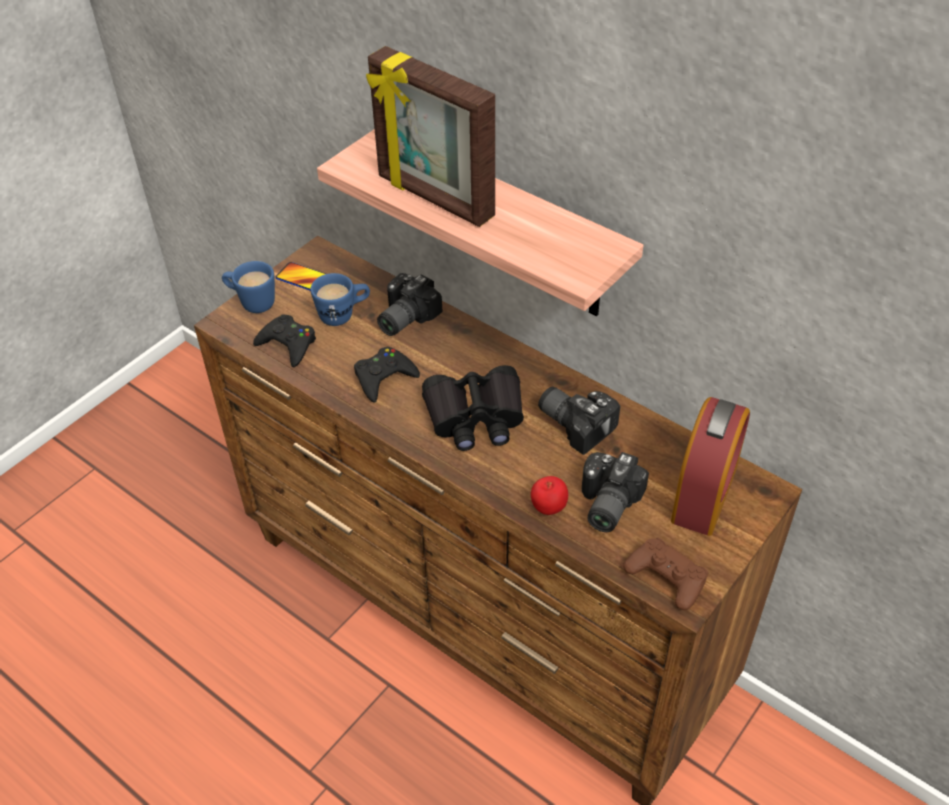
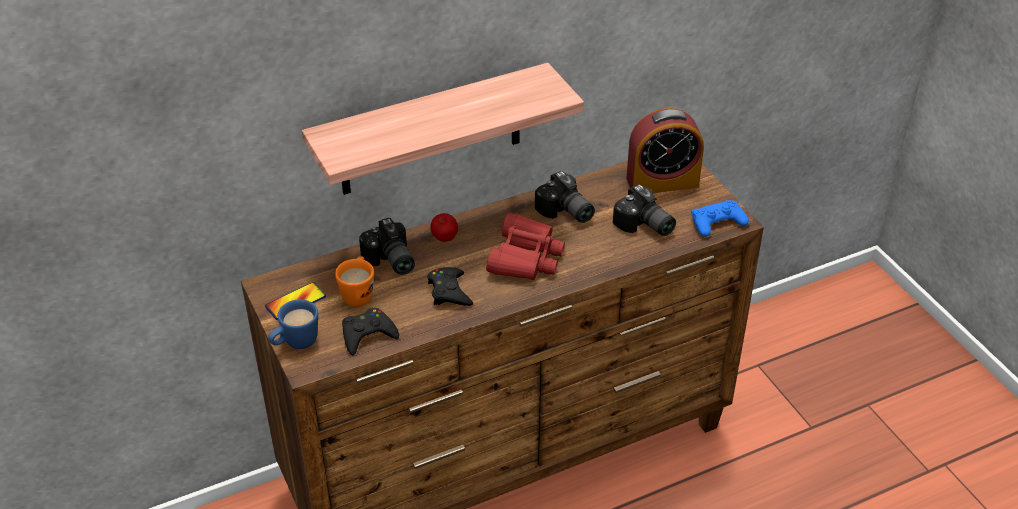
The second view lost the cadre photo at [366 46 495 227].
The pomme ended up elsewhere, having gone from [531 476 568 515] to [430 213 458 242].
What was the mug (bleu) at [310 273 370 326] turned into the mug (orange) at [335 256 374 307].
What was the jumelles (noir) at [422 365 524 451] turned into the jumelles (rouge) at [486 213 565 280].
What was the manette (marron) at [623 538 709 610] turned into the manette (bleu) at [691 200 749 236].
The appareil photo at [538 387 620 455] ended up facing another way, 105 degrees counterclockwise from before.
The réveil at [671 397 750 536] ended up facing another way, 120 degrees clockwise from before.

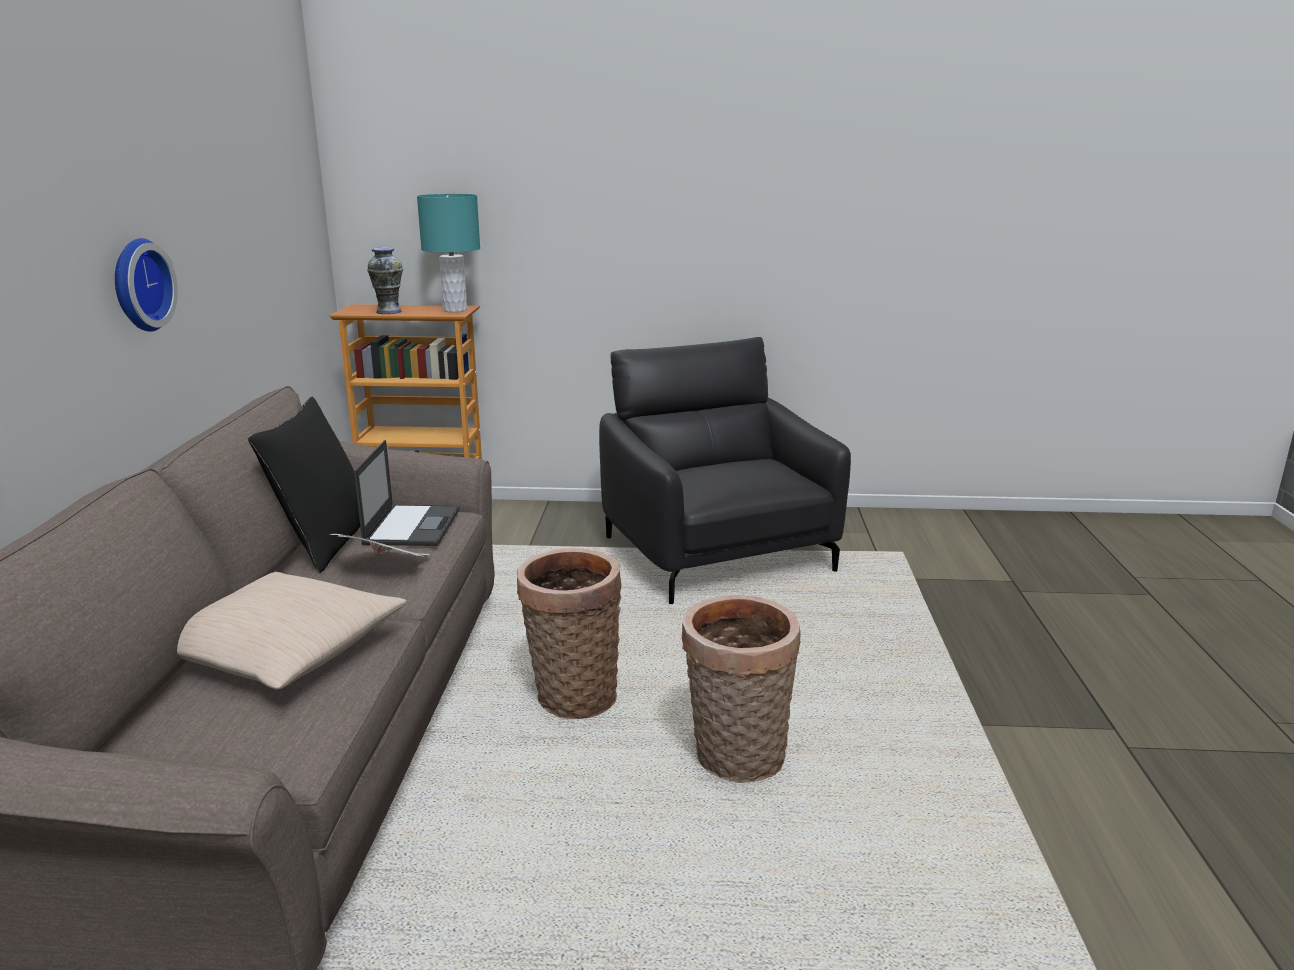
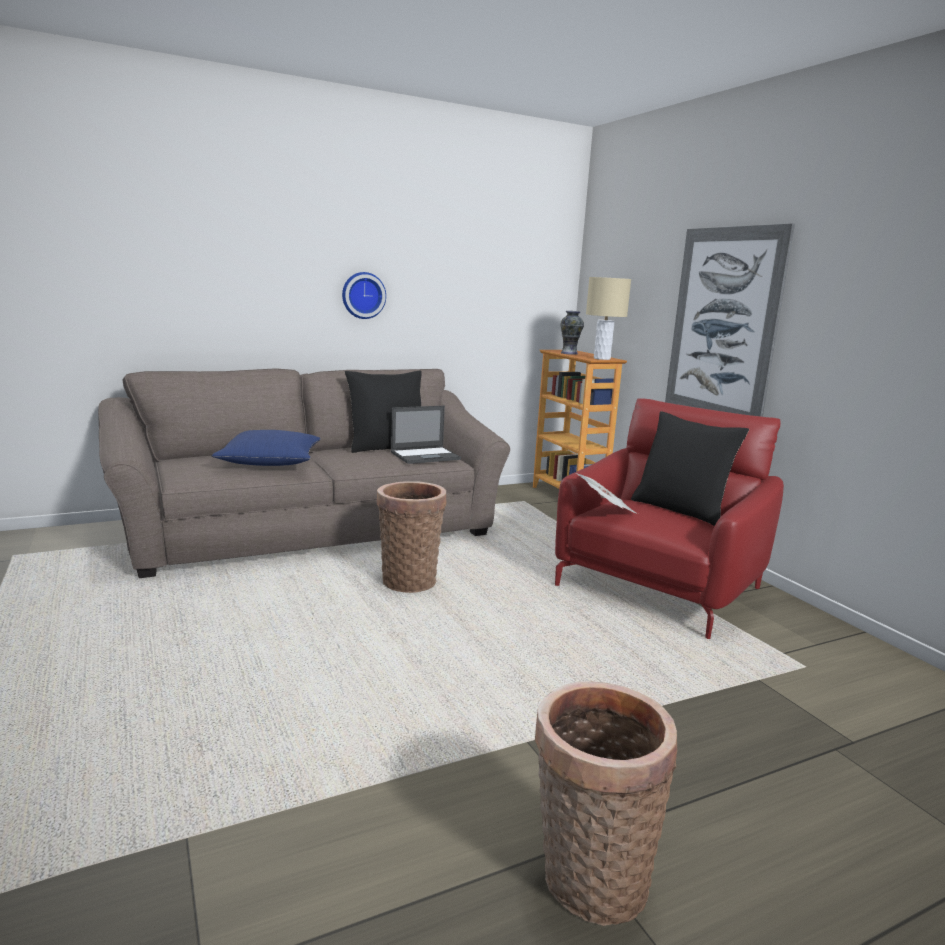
The second view gained the coussin (noir) at [631 411 749 526].
The second view gained the tableau at [665 223 795 417].
The journal ended up elsewhere, having gone from [330 534 430 557] to [576 473 638 514].
The panier ended up elsewhere, having gone from [682 595 801 783] to [535 682 677 926].
What was the coussin (beige) at [177 572 407 689] turned into the coussin (bleu) at [212 430 321 466].
What was the lampe de table (turquoise) at [417 194 480 312] turned into the lampe de table (beige) at [586 277 631 360].
What was the fauteuil (noir) at [599 337 851 604] turned into the fauteuil (rouge) at [555 398 784 639].

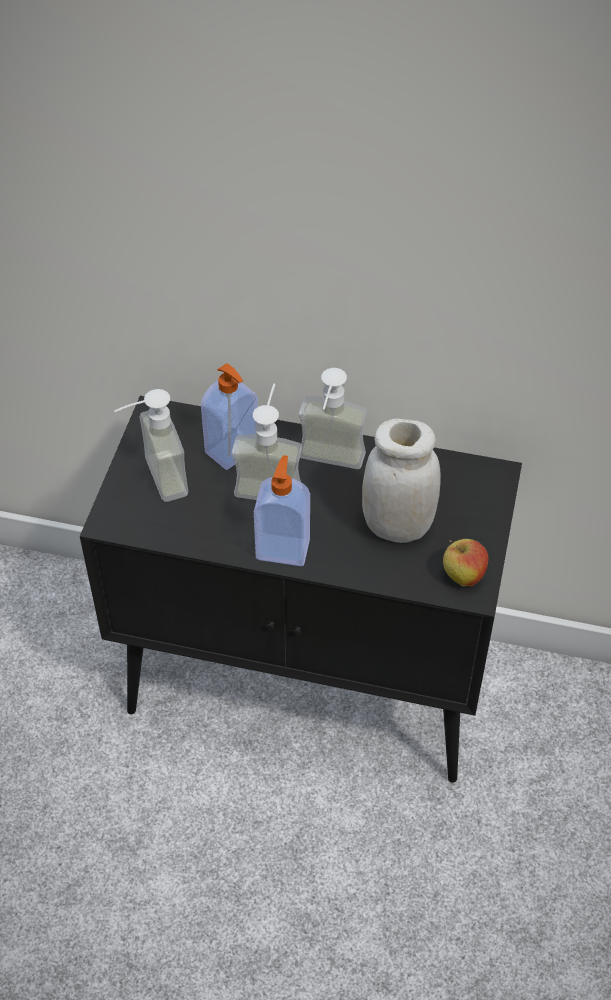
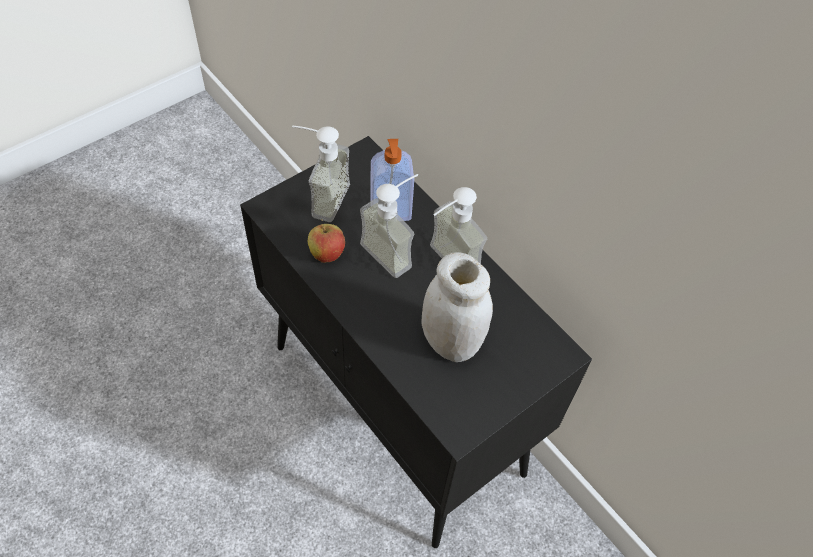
The second view lost the distributeur de savon at [254 455 310 566].
The pomme ended up elsewhere, having gone from [443 539 488 587] to [307 219 345 263].

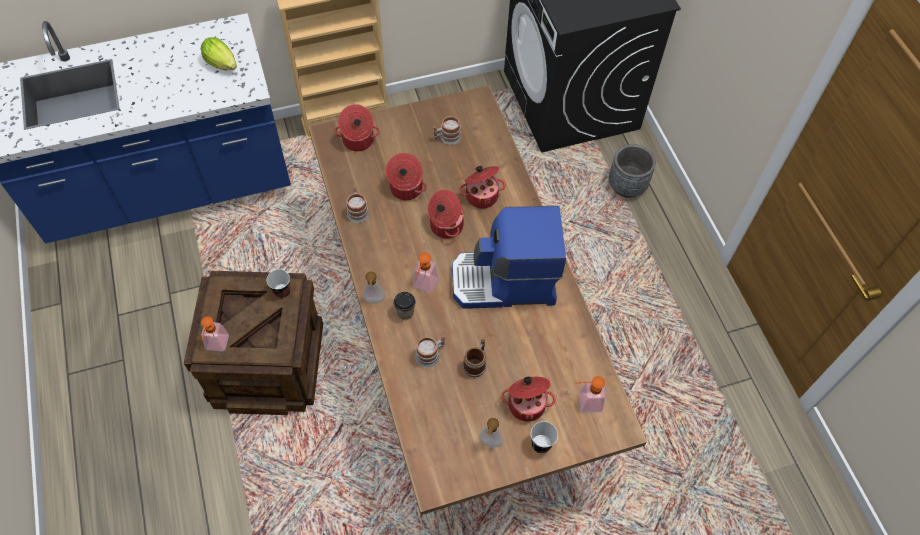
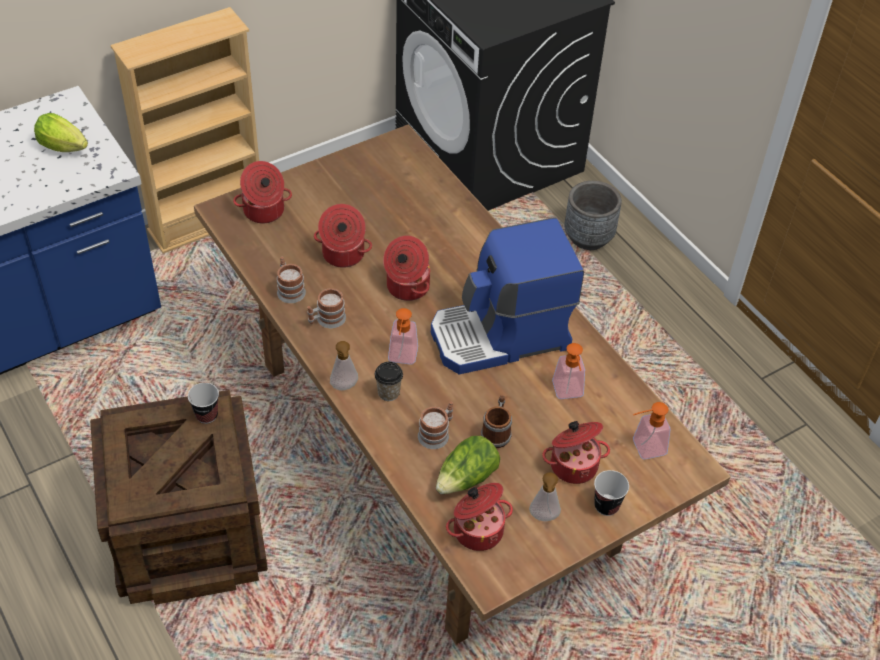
The second view gained the laitue at [436 436 500 494].
The distributeur de savon ended up elsewhere, having gone from [201 316 229 352] to [552 343 585 399].
The mug ended up elsewhere, having gone from [433 116 461 145] to [307 288 346 328].
The marmite ended up elsewhere, having gone from [459 166 505 208] to [446 483 513 551].

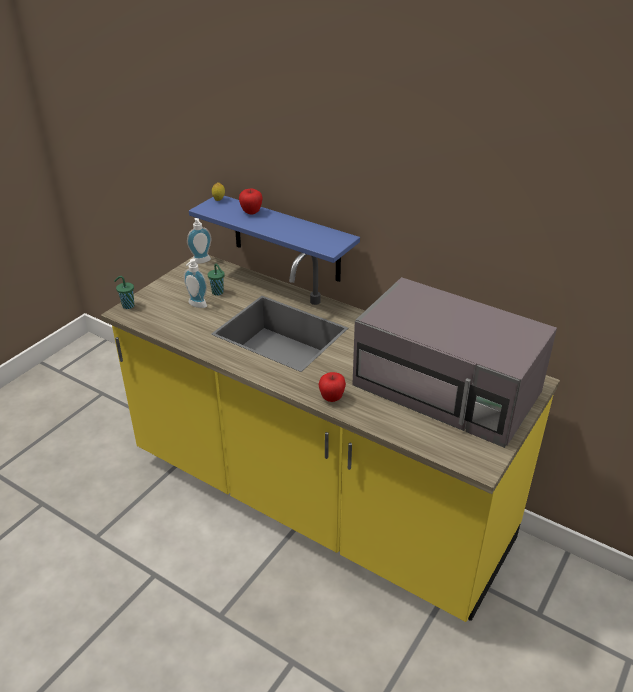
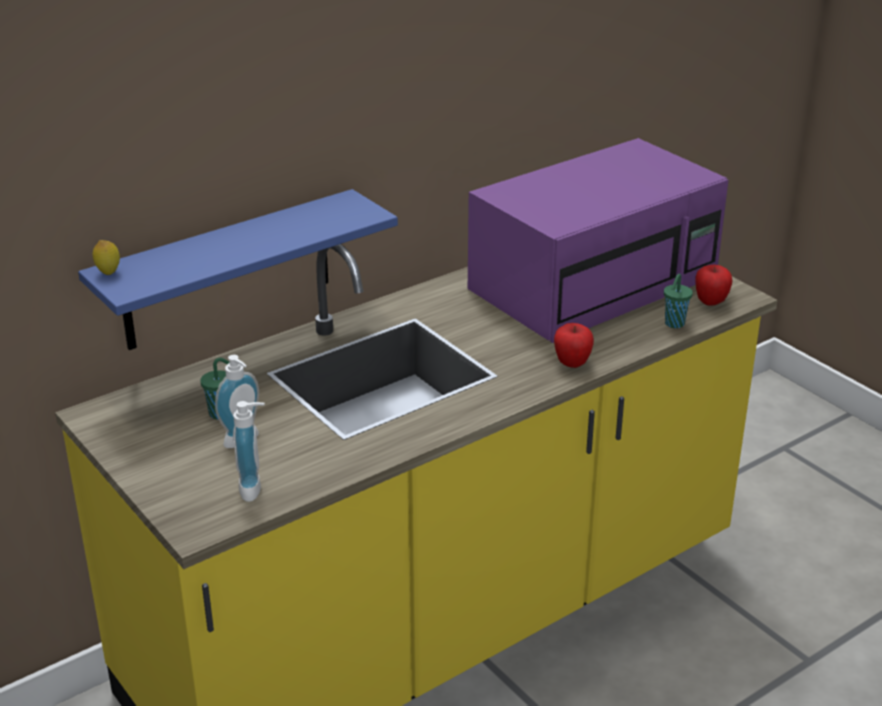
The tasse (vert) ended up elsewhere, having gone from [114 276 134 309] to [664 274 693 328].
The distributeur de savon ended up elsewhere, having gone from [187 218 211 264] to [233 401 265 502].
The pomme ended up elsewhere, having gone from [239 188 263 214] to [695 265 732 306].
What was the micro-ondes (gris) at [352 277 557 448] turned into the micro-ondes (violet) at [468 138 729 343].

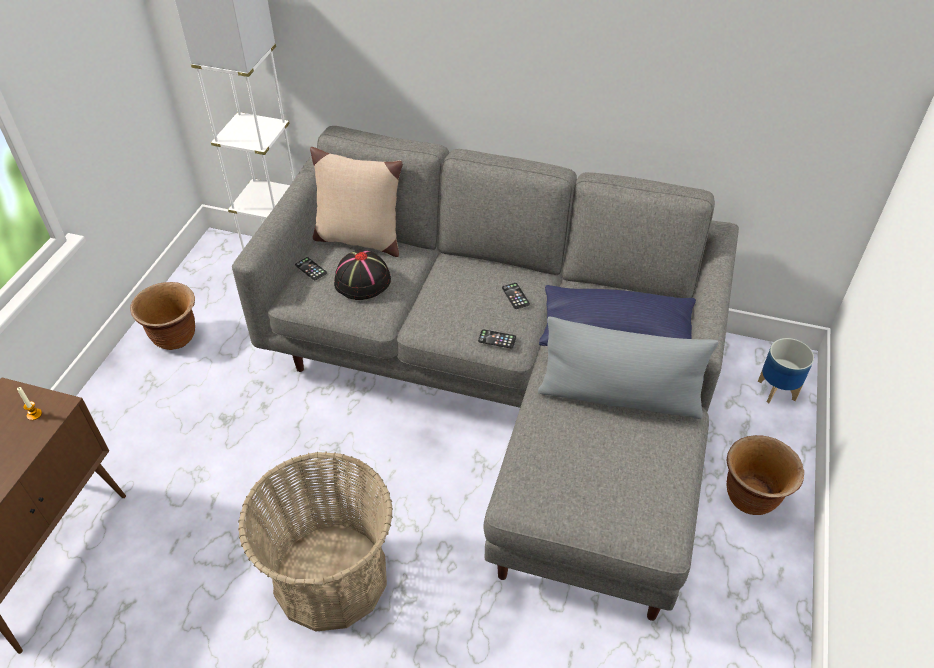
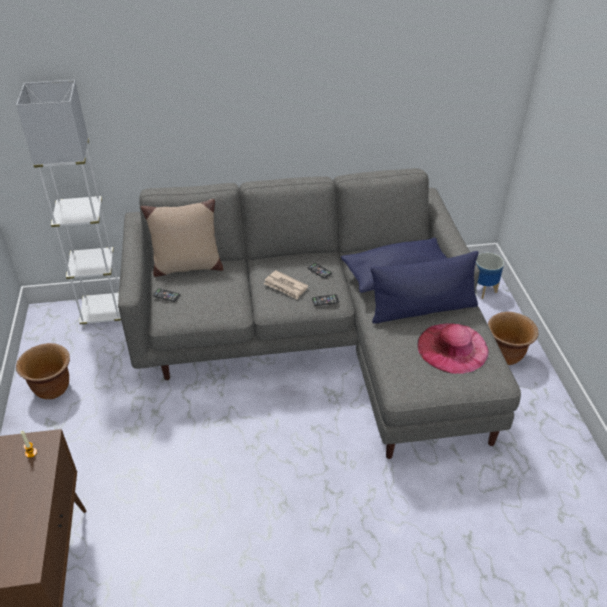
The second view lost the panier at [238 452 393 632].
The second view lost the chapeau (noir) at [334 250 391 300].
The second view gained the journal at [264 270 308 300].
The second view gained the chapeau (rose) at [417 323 489 374].
What was the coussin (gris) at [538 316 719 419] turned into the coussin (bleu) at [371 251 479 324].

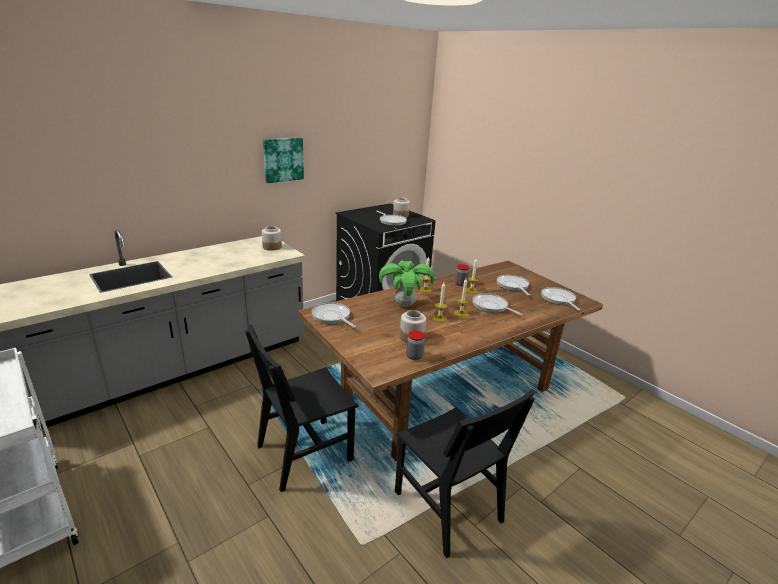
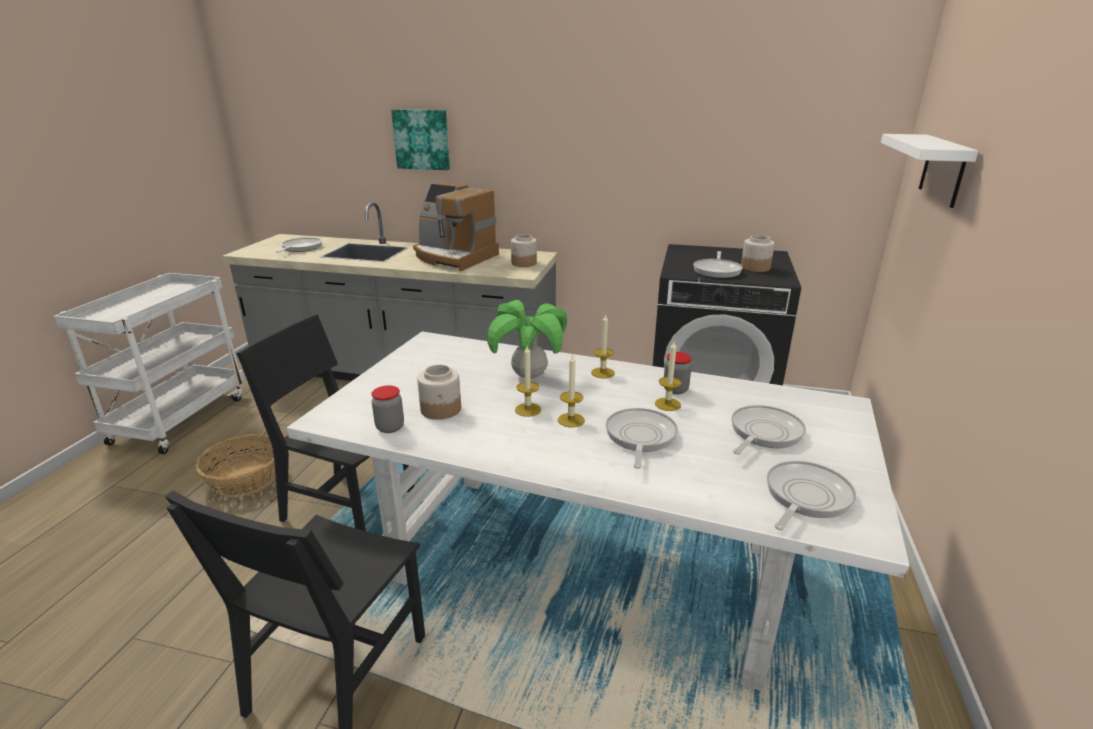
The second view gained the panier at [196 434 276 496].
The second view gained the machine à café at [413 183 499 271].
The second view gained the étagère (blanc) at [881 134 978 208].
The tableau ended up elsewhere, having gone from [263 138 304 183] to [391 109 450 170].
The poêle ended up elsewhere, having gone from [312 303 356 328] to [276 238 322 252].
What was the table à manger (marron) at [298 261 603 461] turned into the table à manger (blanc) at [287 331 910 691].

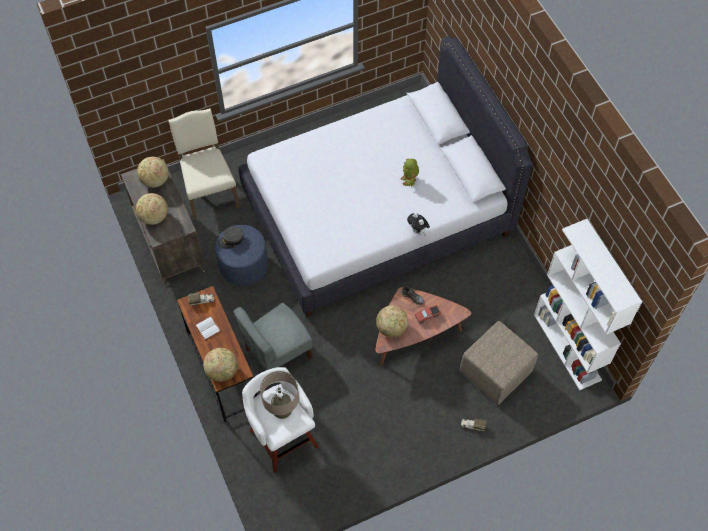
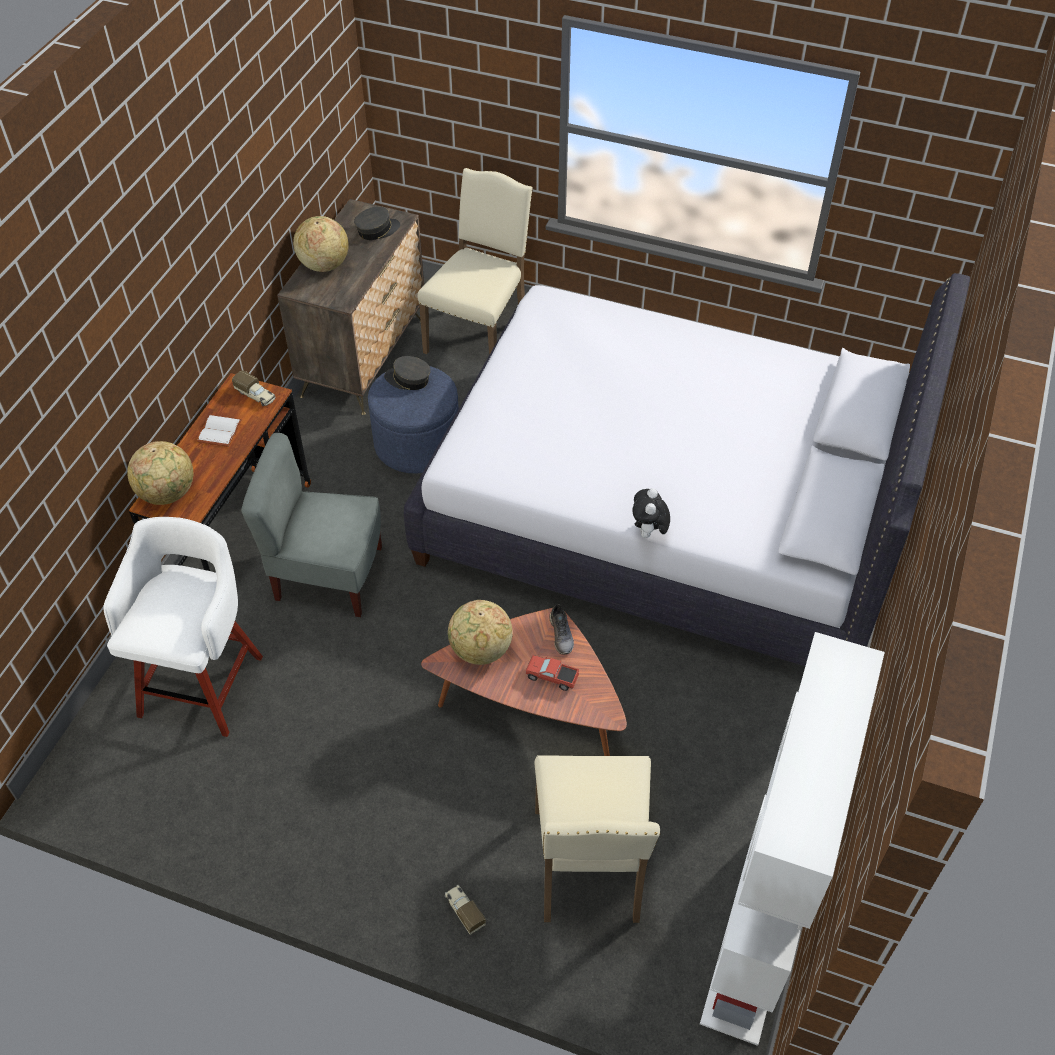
The second view lost the lampe de table (beige) at [260 371 299 419].
The second view lost the robot jouet at [400 158 419 187].
Where the globe stood at [137 157 169 188], the casquette (gris) came to stand at [354 206 400 240].
Where the pouf (beige) stood at [459 321 538 405], the chaise (beige) came to stand at [534 755 660 923].

